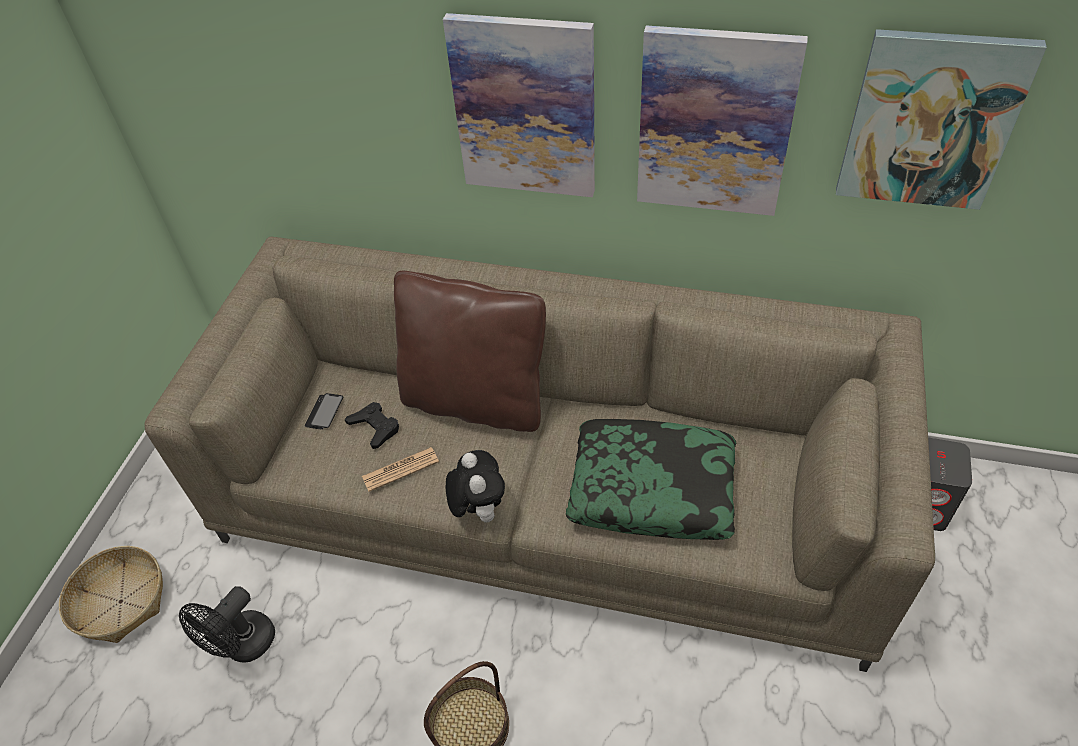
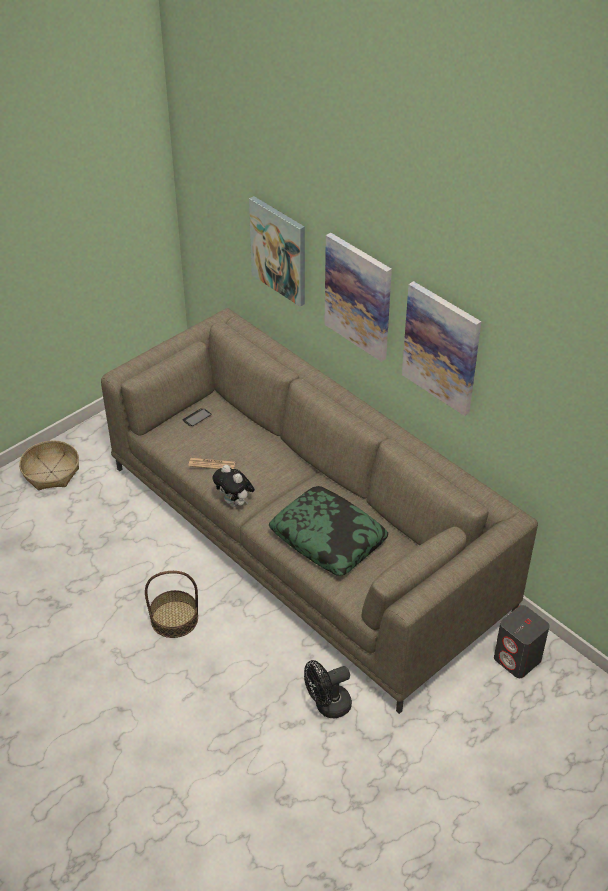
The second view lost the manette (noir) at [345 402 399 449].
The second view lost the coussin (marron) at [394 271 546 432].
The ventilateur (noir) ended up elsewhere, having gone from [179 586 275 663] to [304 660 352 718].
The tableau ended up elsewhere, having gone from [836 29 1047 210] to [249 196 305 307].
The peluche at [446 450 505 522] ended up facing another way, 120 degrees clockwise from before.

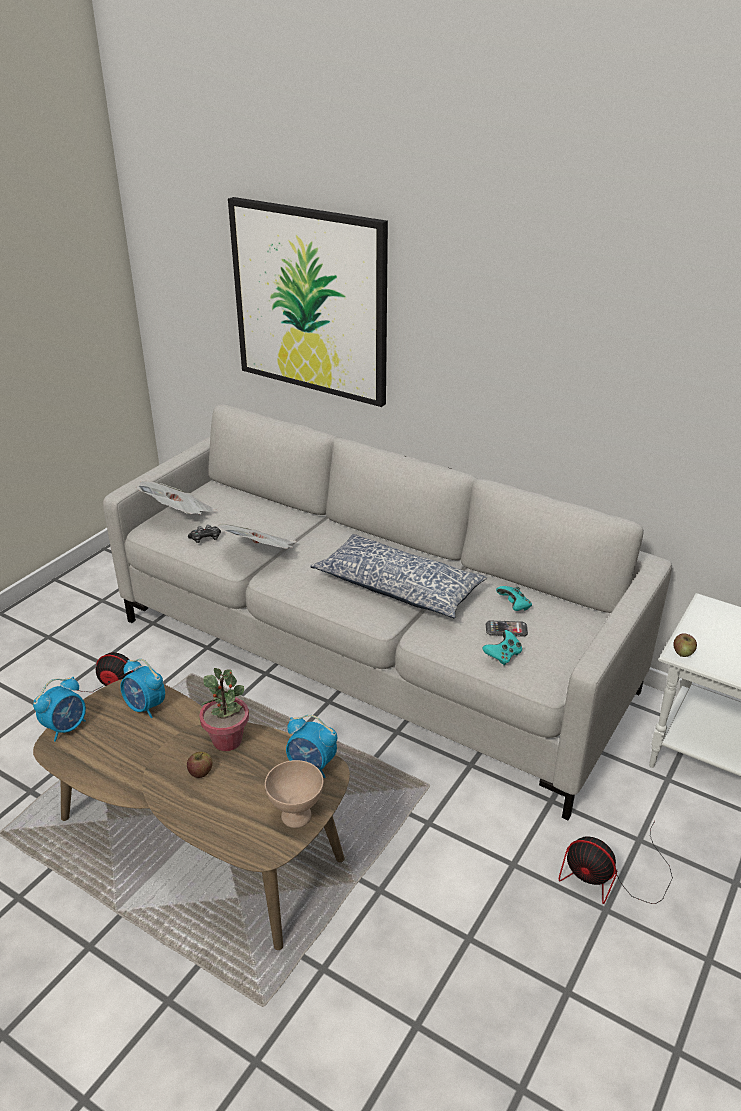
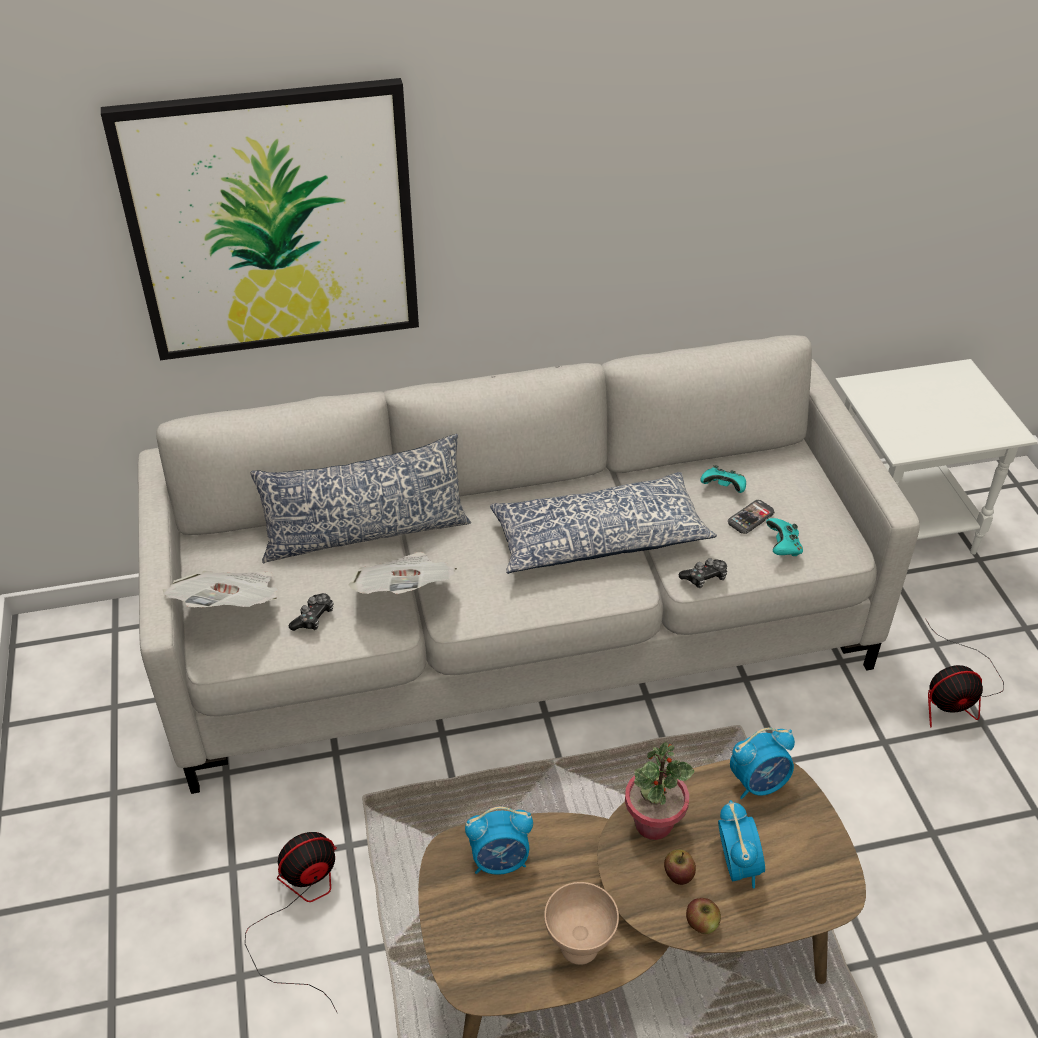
The second view gained the coussin at [250 434 471 563].
The second view gained the manette at [679 558 727 588].
The réveil ended up elsewhere, having gone from [33 677 86 742] to [718 800 765 888].
The bol (beige) ended up elsewhere, having gone from [265 760 324 828] to [544 882 619 965].
The pomme ended up elsewhere, having gone from [673 633 697 657] to [686 898 721 934].

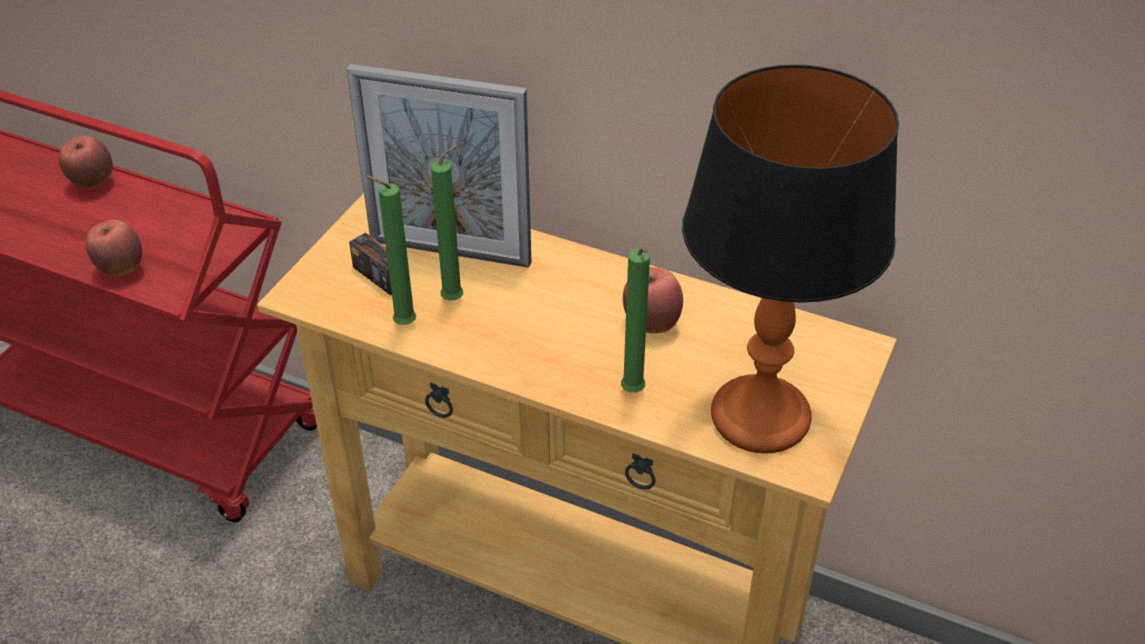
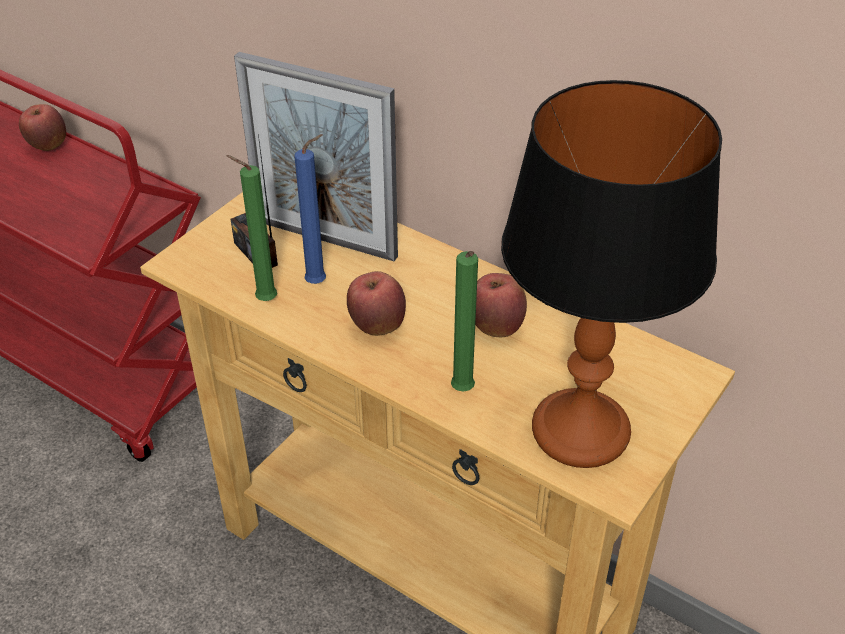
The pomme ended up elsewhere, having gone from [86 220 142 276] to [347 271 406 336].
What was the bougie (vert) at [431 143 463 301] turned into the bougie (bleu) at [294 134 326 284].

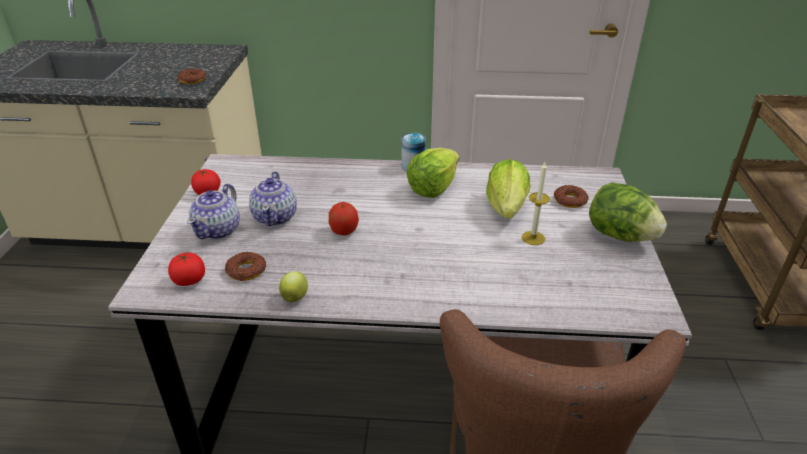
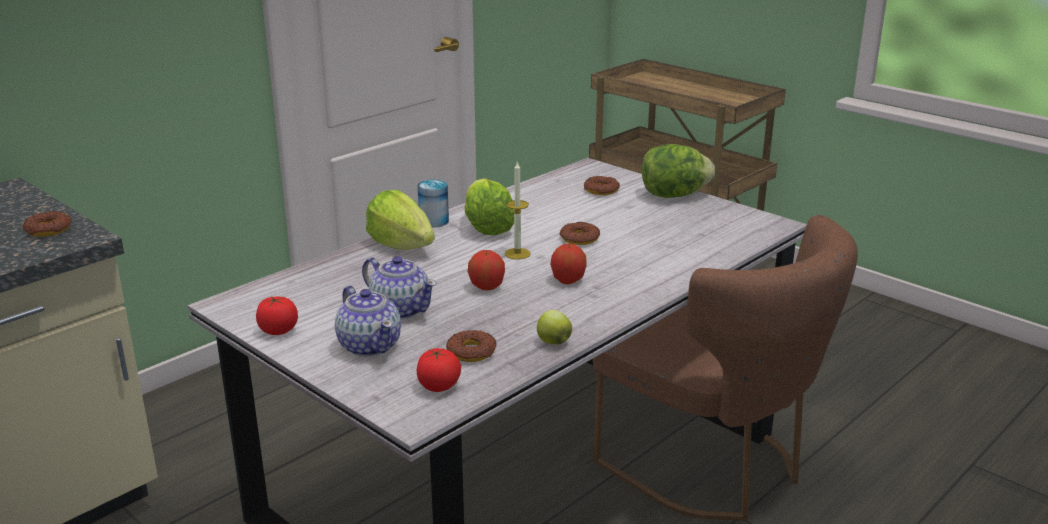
The second view gained the pomme at [550 244 587 284].
The second view gained the beignet at [560 222 600 245].
The laitue ended up elsewhere, having gone from [486 159 530 219] to [366 190 435 250].
The bougie ended up elsewhere, having gone from [522 162 550 245] to [505 161 531 260].

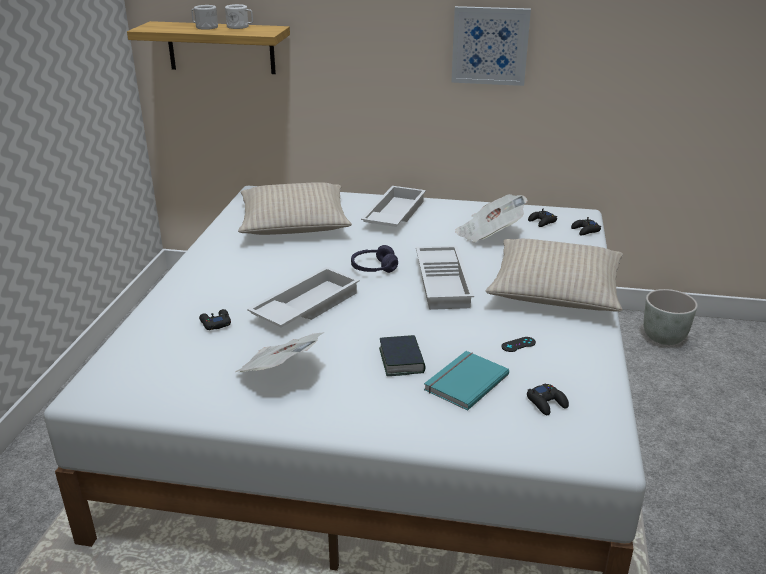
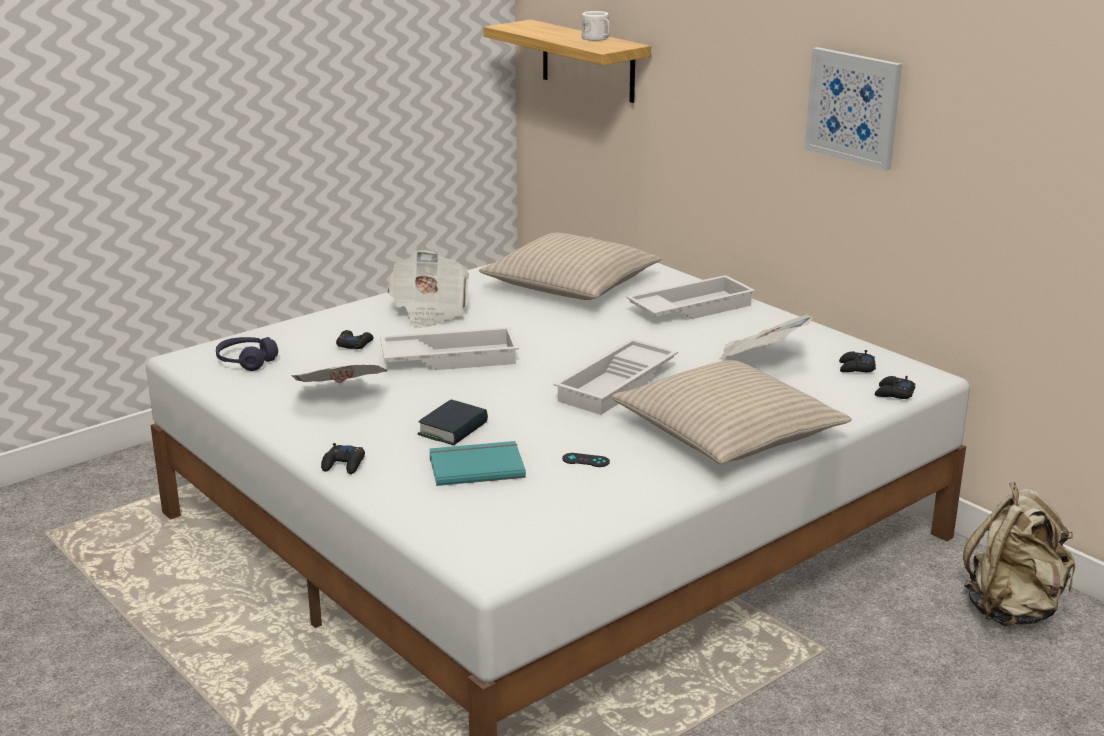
The second view lost the mug (blanc) at [191 5 218 30].
The second view gained the journal at [387 250 469 328].
The casque audio (violet) ended up elsewhere, having gone from [351 245 398 273] to [216 337 278 371].
The manette (noir) ended up elsewhere, having gone from [527 383 569 415] to [321 443 365 474].
Where the cache-pot (gris) stood at [643 289 698 345], the sac à dos (beige) came to stand at [963 482 1075 626].

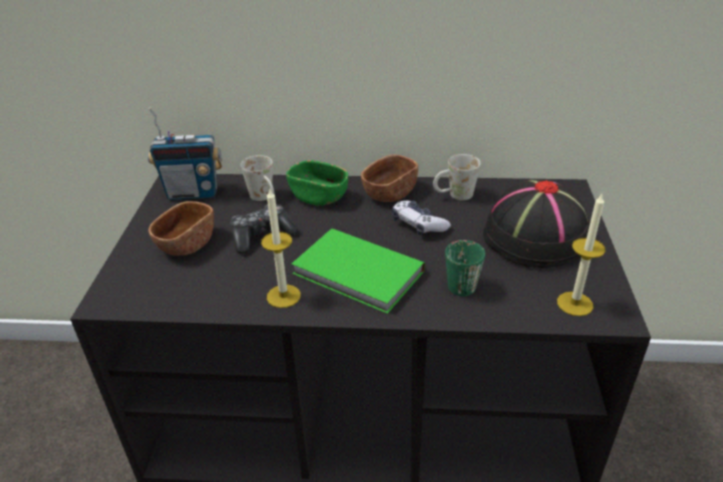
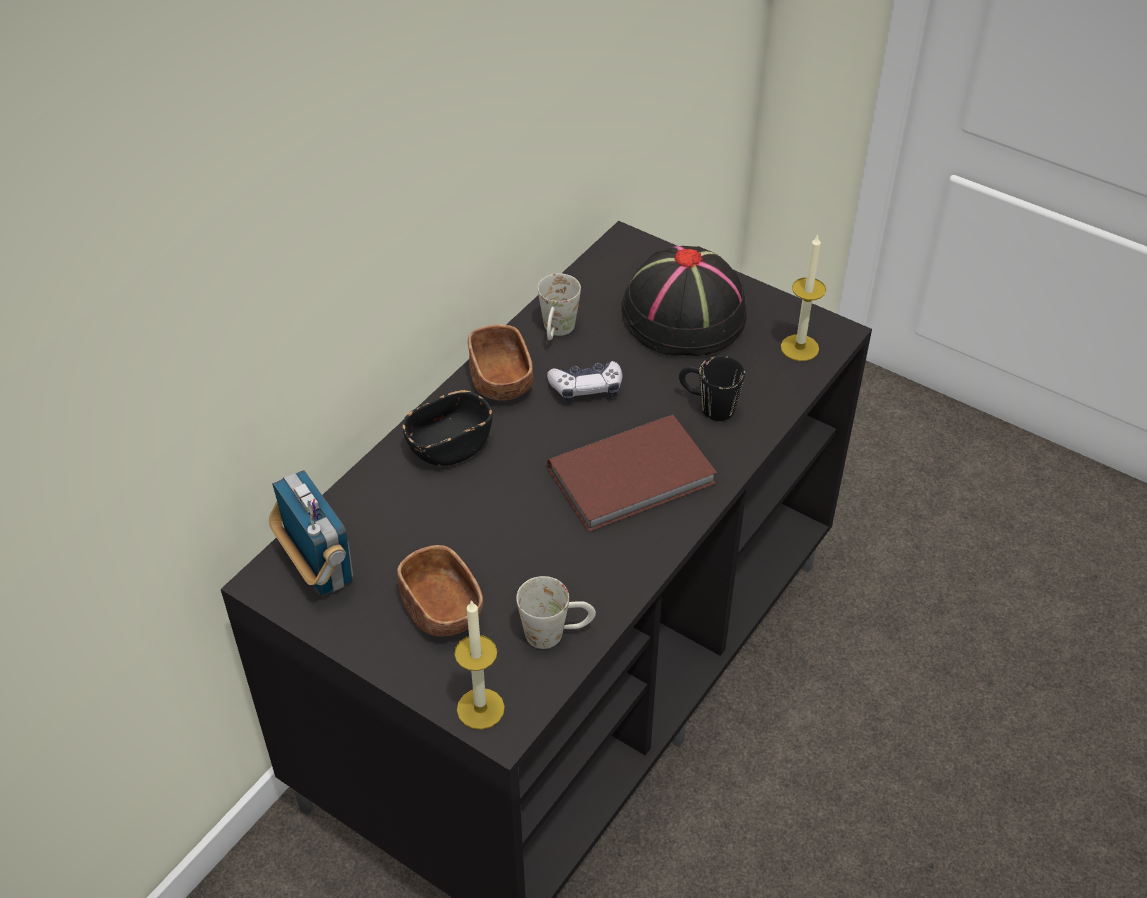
The second view lost the manette at [230 204 298 254].
The mug (blanc) ended up elsewhere, having gone from [241 155 275 201] to [516 576 596 649].
The bougie ended up elsewhere, having gone from [261 189 301 308] to [454 600 505 729].
What was the bol (vert) at [286 160 348 206] turned into the bol (noir) at [403 390 493 466].
What was the livre (vert) at [292 228 425 314] turned into the livre (marron) at [547 414 717 532].
What was the mug (vert) at [445 240 485 296] turned into the mug (noir) at [679 356 745 421].
The radio at [148 107 222 200] ended up facing another way, 60 degrees counterclockwise from before.

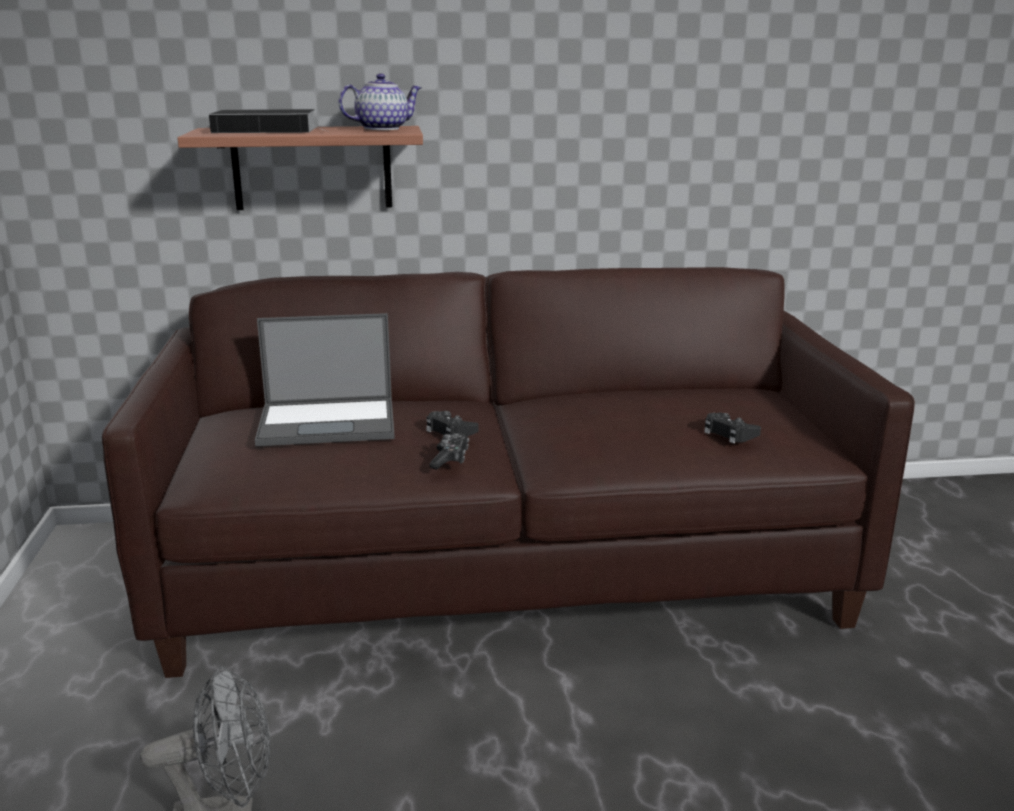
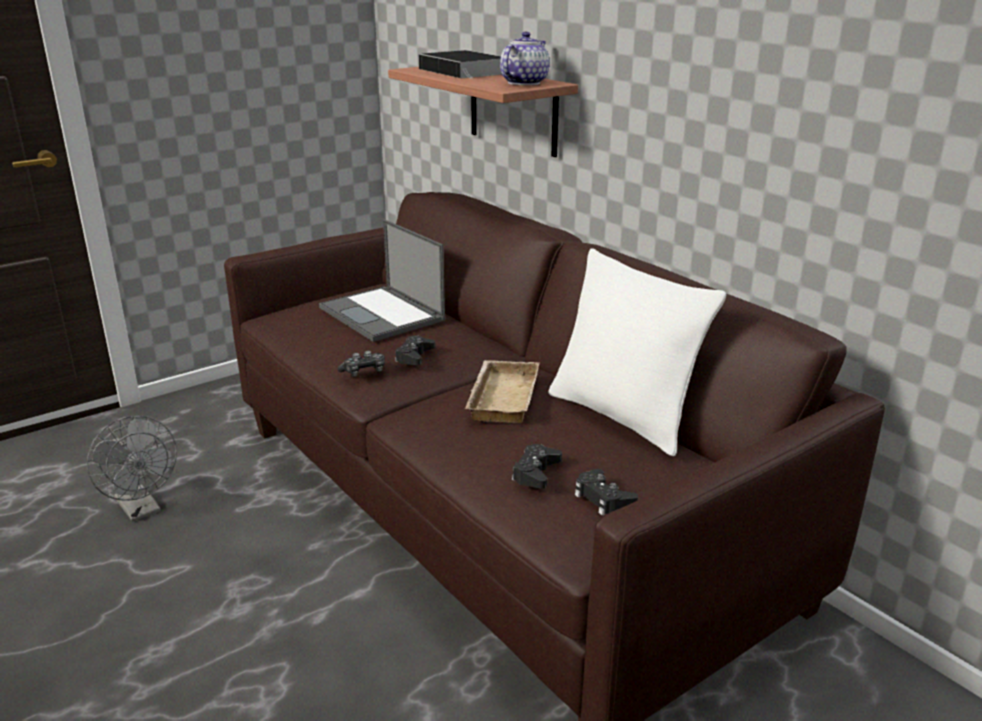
The second view gained the plateau (beige) at [465 360 539 423].
The second view gained the coussin (blanc) at [548 248 726 456].
The second view gained the manette (noir) at [575 469 638 516].
The théière at [339 74 421 130] ended up facing another way, 90 degrees counterclockwise from before.

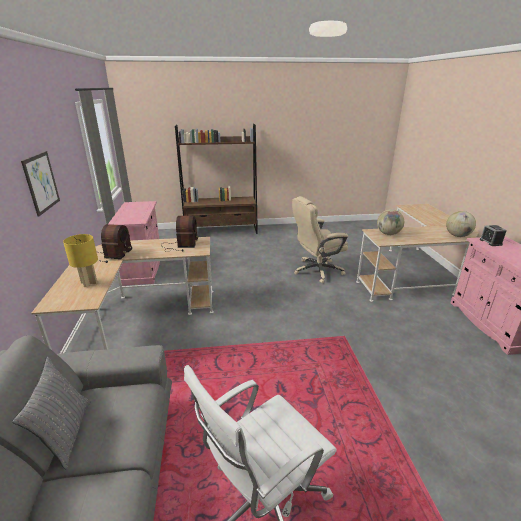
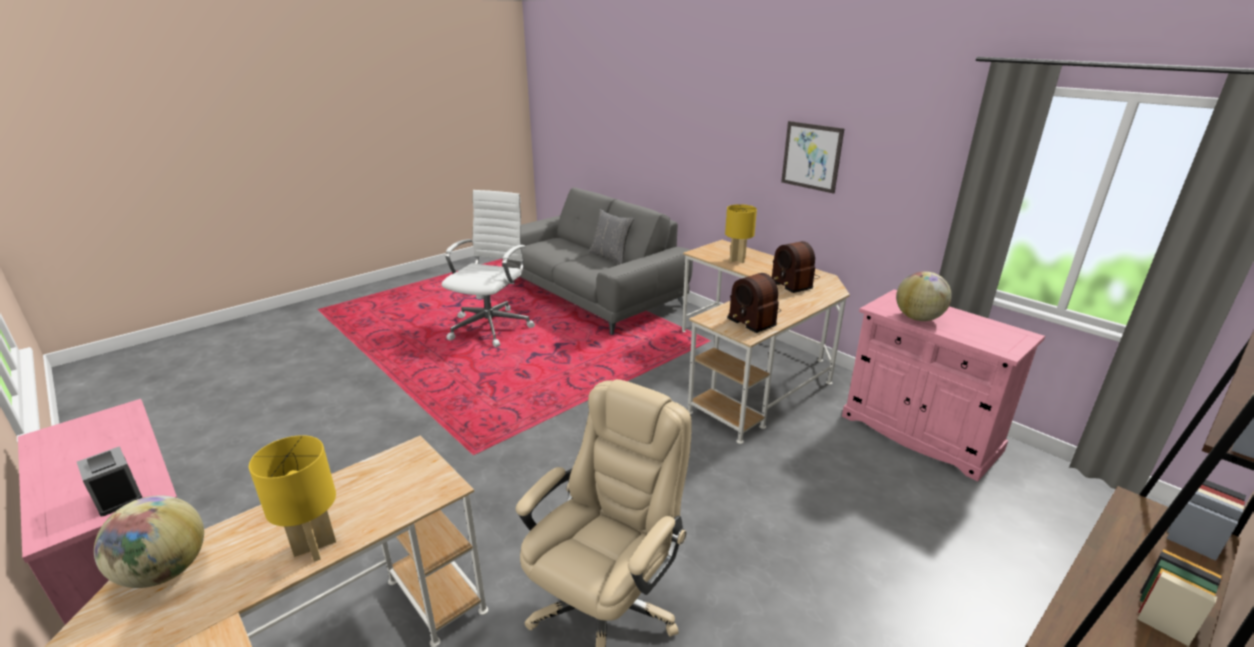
The second view gained the lampe de table (jaune) at [249 435 336 562].
The globe ended up elsewhere, having gone from [377 209 404 235] to [896 271 952 321].

